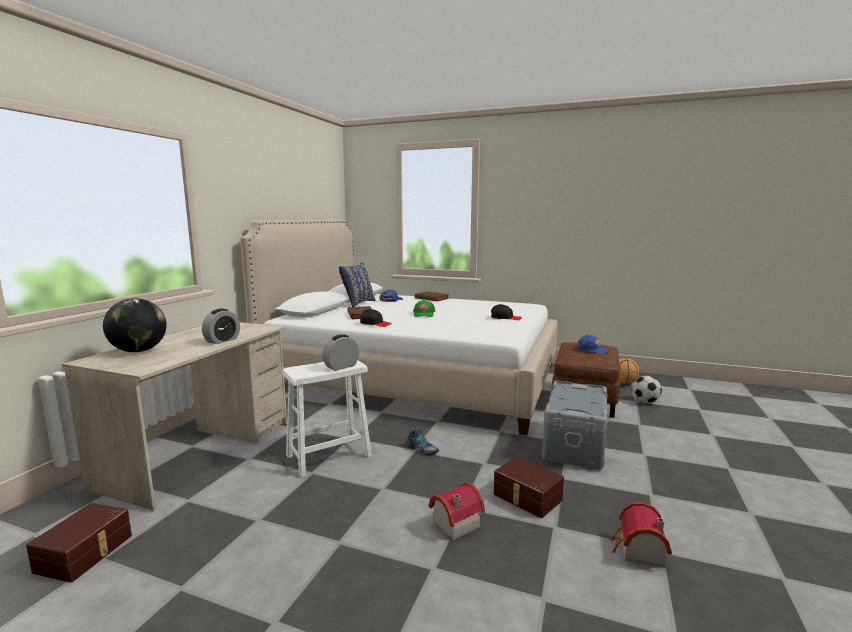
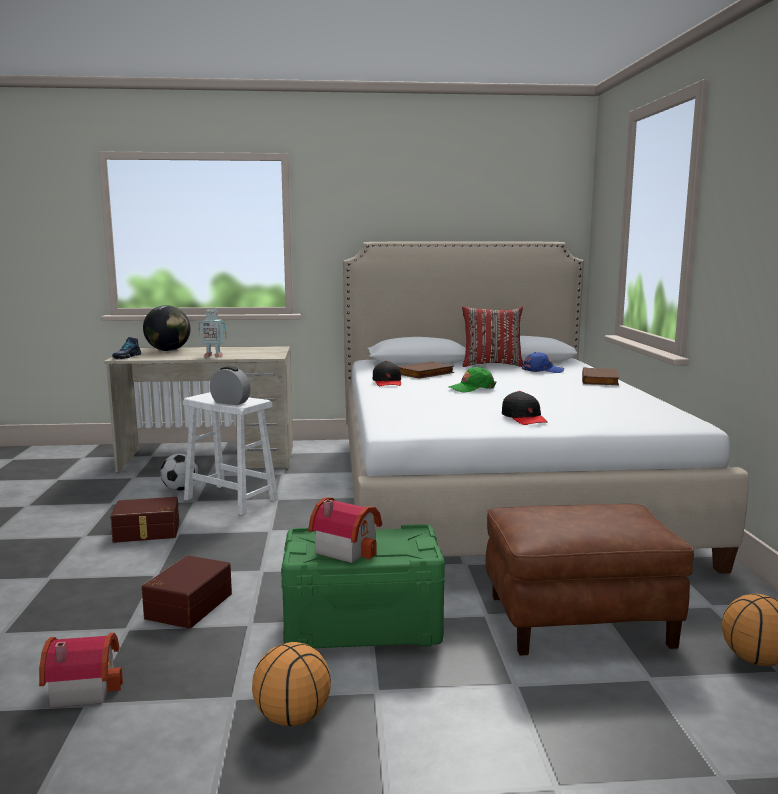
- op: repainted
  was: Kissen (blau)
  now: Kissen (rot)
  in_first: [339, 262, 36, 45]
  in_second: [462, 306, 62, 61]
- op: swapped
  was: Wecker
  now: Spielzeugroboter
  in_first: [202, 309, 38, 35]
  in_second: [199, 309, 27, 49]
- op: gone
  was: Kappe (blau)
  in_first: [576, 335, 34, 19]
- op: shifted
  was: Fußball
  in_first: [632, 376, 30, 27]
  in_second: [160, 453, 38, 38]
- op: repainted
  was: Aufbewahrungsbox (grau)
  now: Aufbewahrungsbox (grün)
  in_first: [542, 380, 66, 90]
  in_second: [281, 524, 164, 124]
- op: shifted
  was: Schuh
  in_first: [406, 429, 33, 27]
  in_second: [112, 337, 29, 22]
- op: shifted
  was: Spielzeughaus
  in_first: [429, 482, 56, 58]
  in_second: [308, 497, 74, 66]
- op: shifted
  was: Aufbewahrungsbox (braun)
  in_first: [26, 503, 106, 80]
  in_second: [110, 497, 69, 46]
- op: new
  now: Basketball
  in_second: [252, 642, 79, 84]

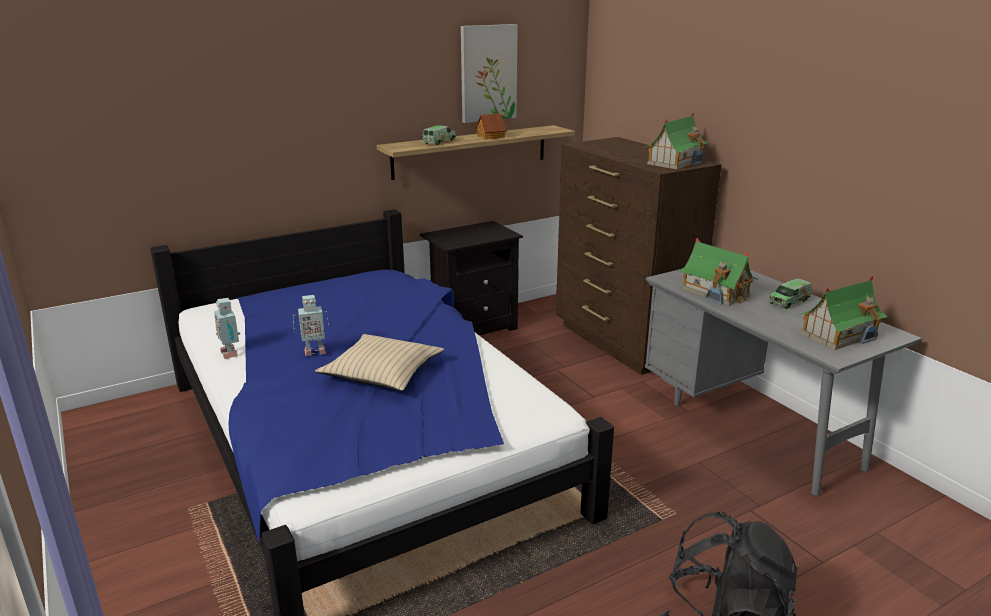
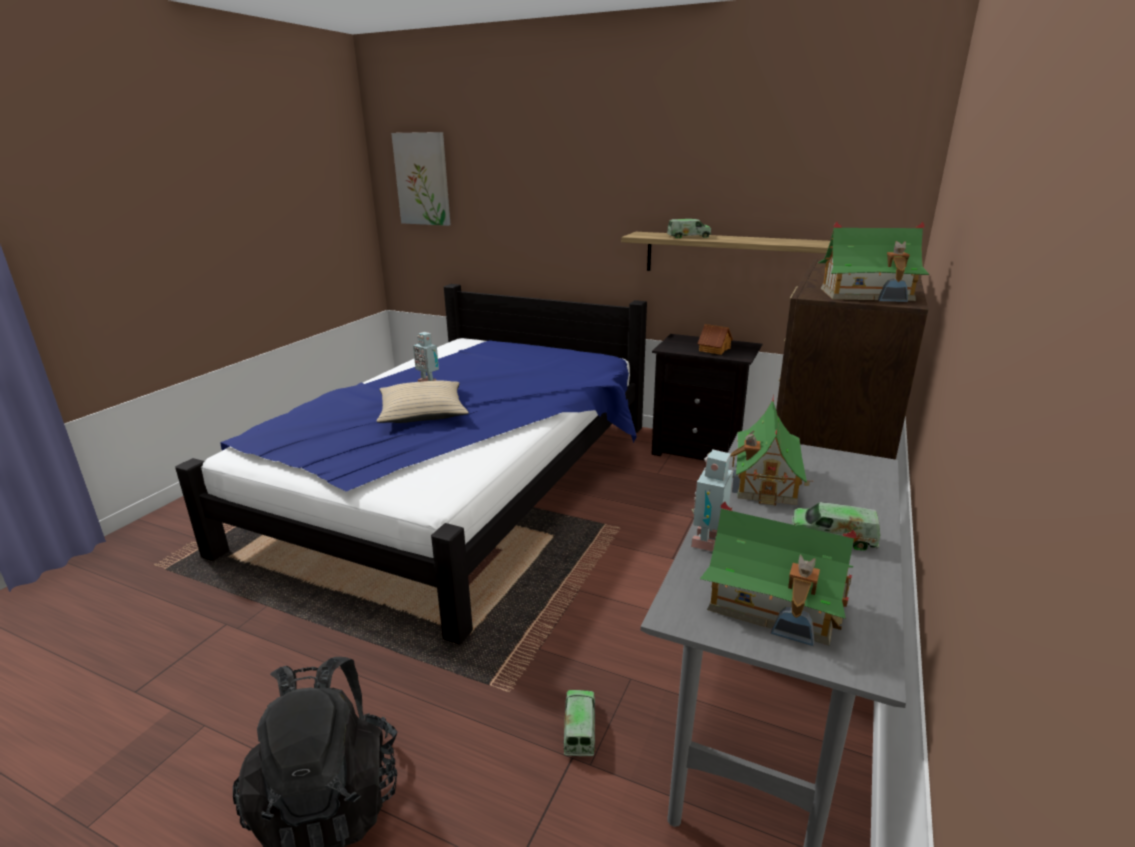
- op: shifted
  was: Bild
  in_first: [461, 24, 57, 99]
  in_second: [391, 132, 60, 94]
- op: shifted
  was: Spielzeughaus
  in_first: [476, 113, 31, 27]
  in_second: [697, 324, 36, 31]
- op: shifted
  was: Spielzeugroboter
  in_first: [214, 298, 26, 61]
  in_second: [691, 449, 42, 103]
- op: new
  now: Spielzeuglaster
  in_second: [564, 690, 31, 66]

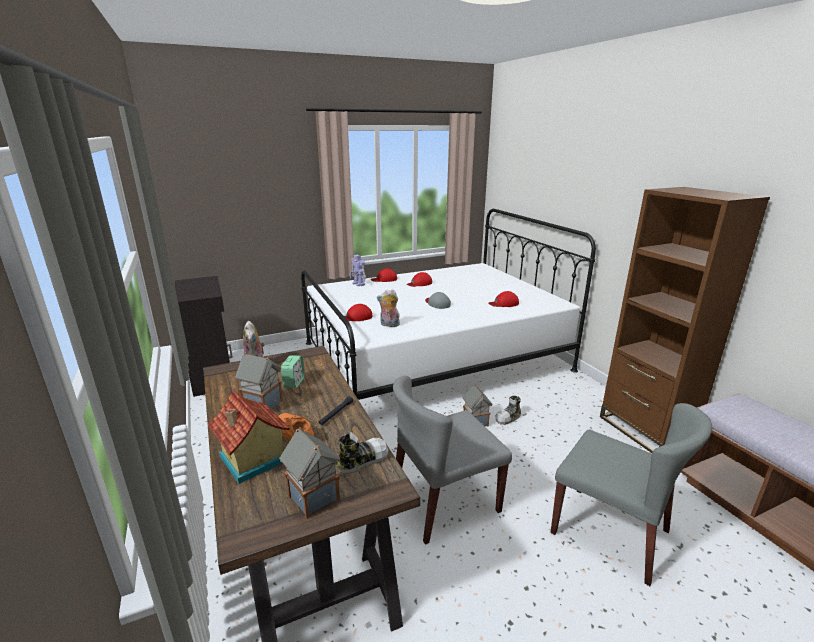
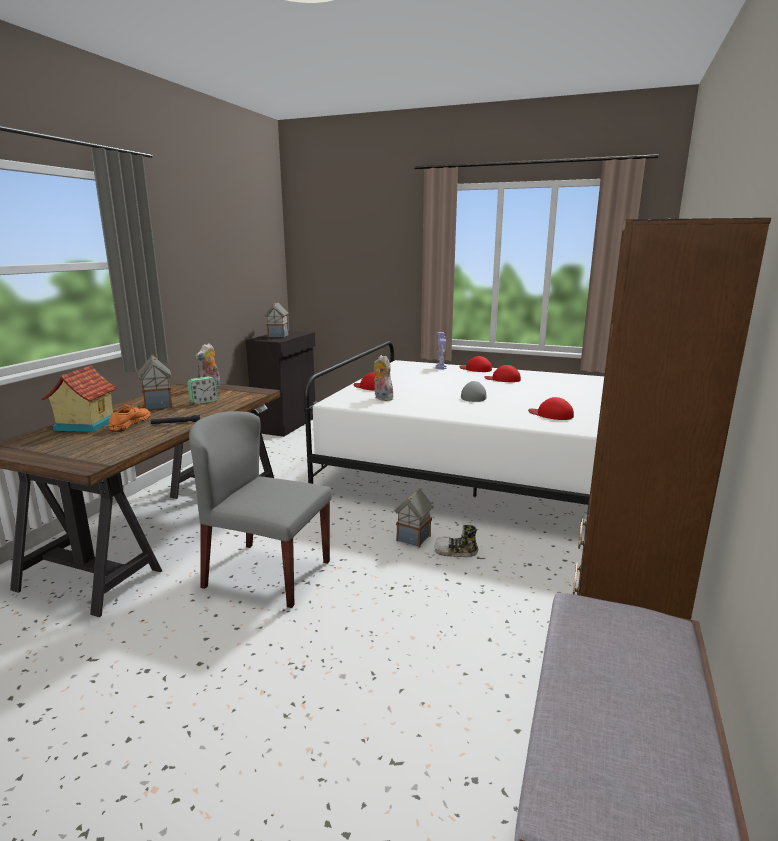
- op: gone
  was: Stuhl (grau)
  in_first: [551, 403, 161, 183]
- op: shifted
  was: Spielzeughaus
  in_first: [279, 428, 61, 91]
  in_second: [265, 302, 24, 36]
- op: gone
  was: Schuh
  in_first: [337, 432, 52, 42]

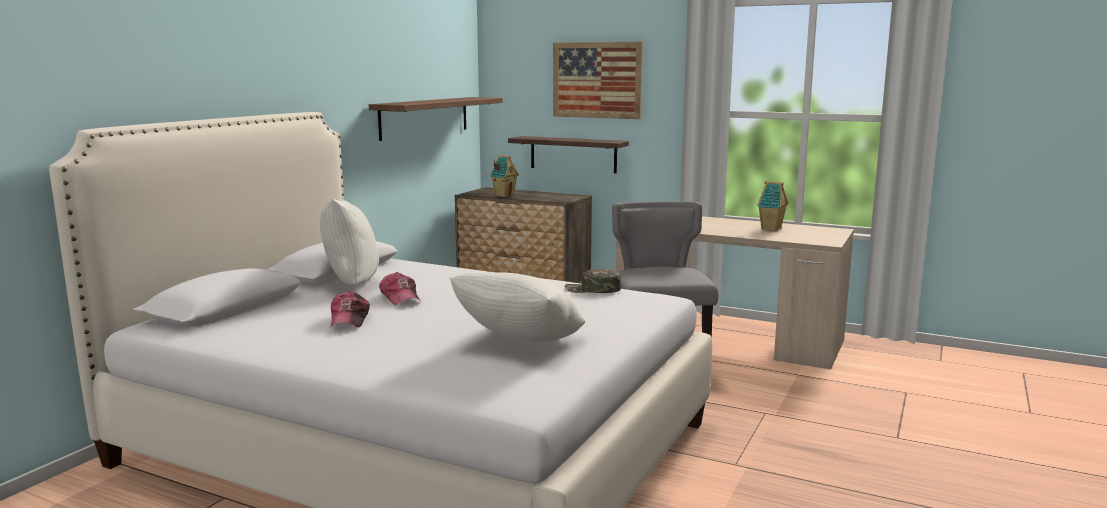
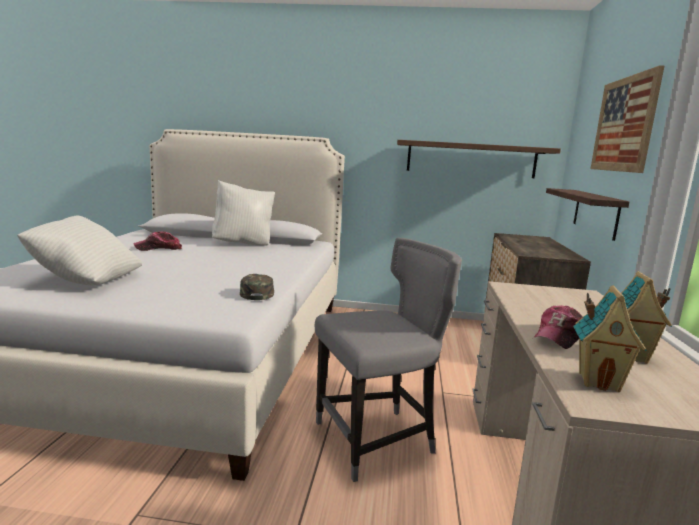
- op: shifted
  was: Spielzeughaus
  in_first: [490, 155, 29, 42]
  in_second: [573, 285, 74, 107]
- op: shifted
  was: Kappe
  in_first: [379, 272, 42, 33]
  in_second: [533, 305, 50, 44]

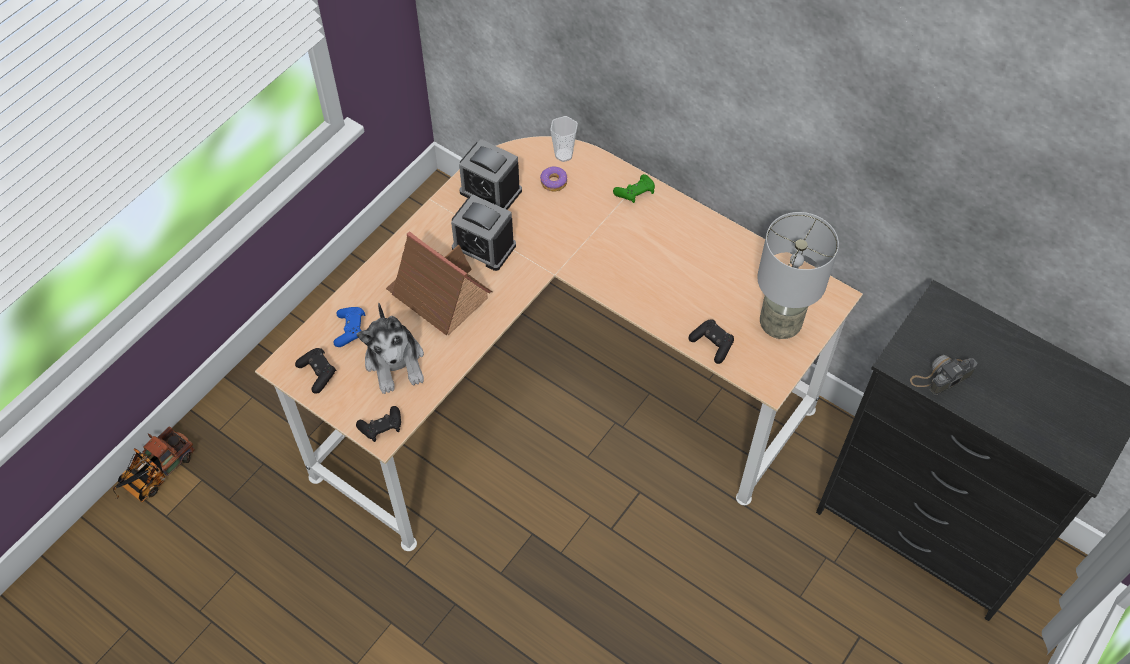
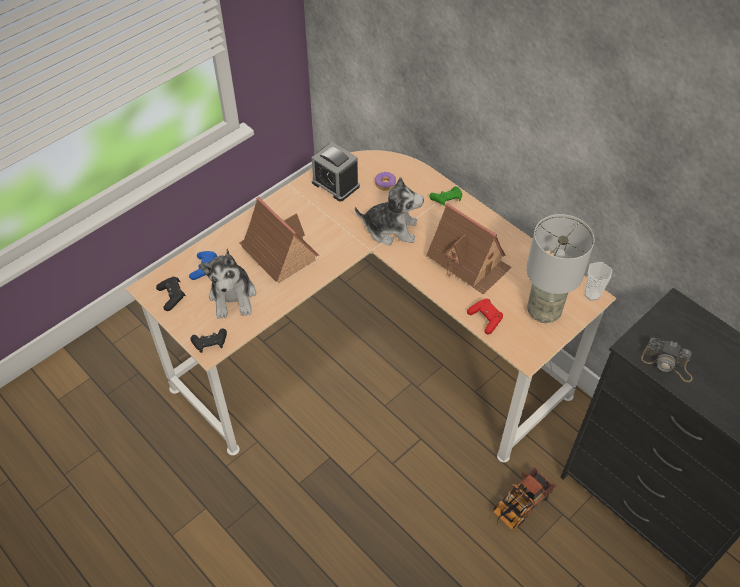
- op: shifted
  was: Tasse
  in_first: [550, 116, 28, 46]
  in_second: [584, 262, 28, 39]
- op: gone
  was: Wecker
  in_first: [451, 194, 65, 77]
- op: repainted
  was: Gamepad (schwarz)
  now: Gamepad (rot)
  in_first: [689, 319, 45, 45]
  in_second: [467, 299, 36, 35]
- op: rotated
  was: Kamera
  in_first: [910, 355, 67, 40]
  in_second: [641, 338, 52, 44]
  clockwise: -135
- op: shifted
  was: Spielzeuglaster
  in_first: [113, 426, 82, 76]
  in_second: [493, 467, 63, 63]
- op: new
  now: Plüschtier
  in_second: [355, 177, 69, 68]
- op: new
  now: Spielzeughaus
  in_second: [426, 203, 86, 92]

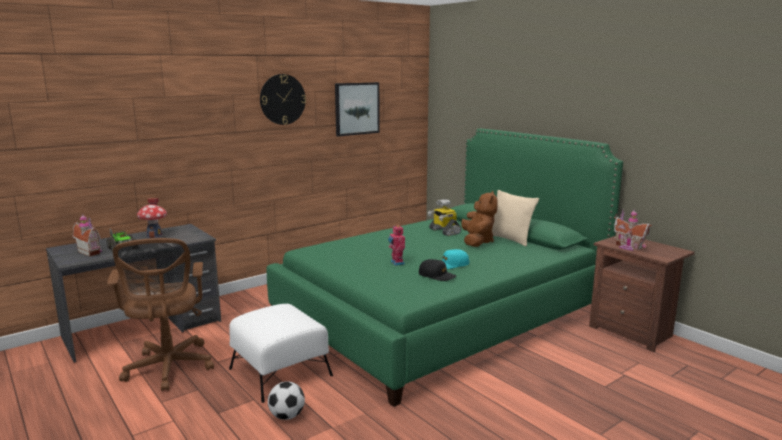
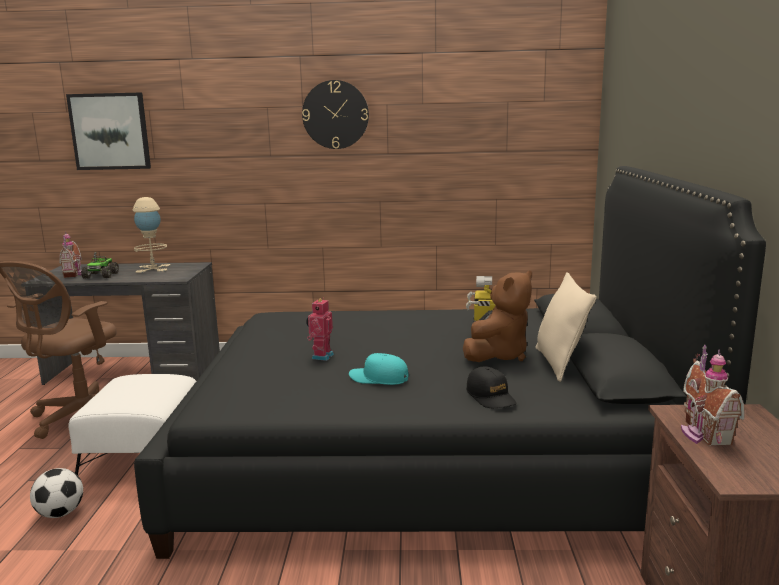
- op: shifted
  was: Bild
  in_first: [335, 82, 45, 55]
  in_second: [66, 93, 85, 77]
- op: repainted
  was: Bett (grün)
  now: Bett (schwarz)
  in_first: [266, 129, 357, 278]
  in_second: [134, 166, 632, 393]
- op: swapped
  was: Spielzeughaus
  now: Tischlampe (beige)
  in_first: [137, 198, 30, 40]
  in_second: [132, 197, 39, 76]
- op: shifted
  was: Kappe (schwarz)
  in_first: [419, 259, 37, 22]
  in_second: [466, 366, 50, 42]

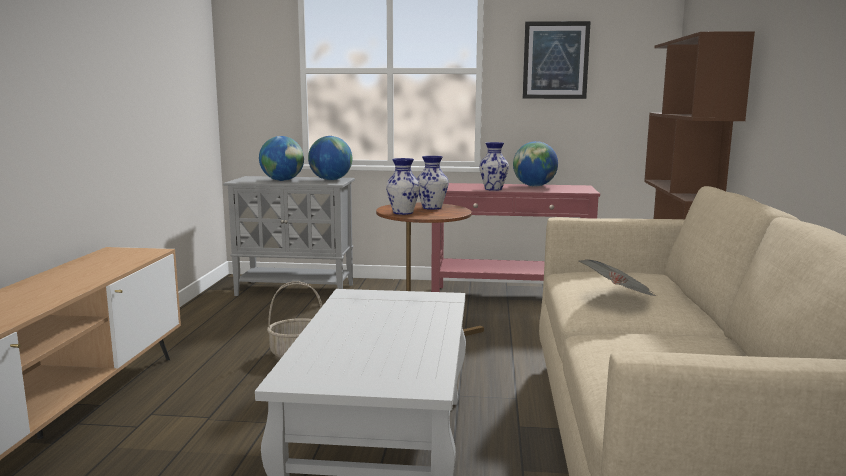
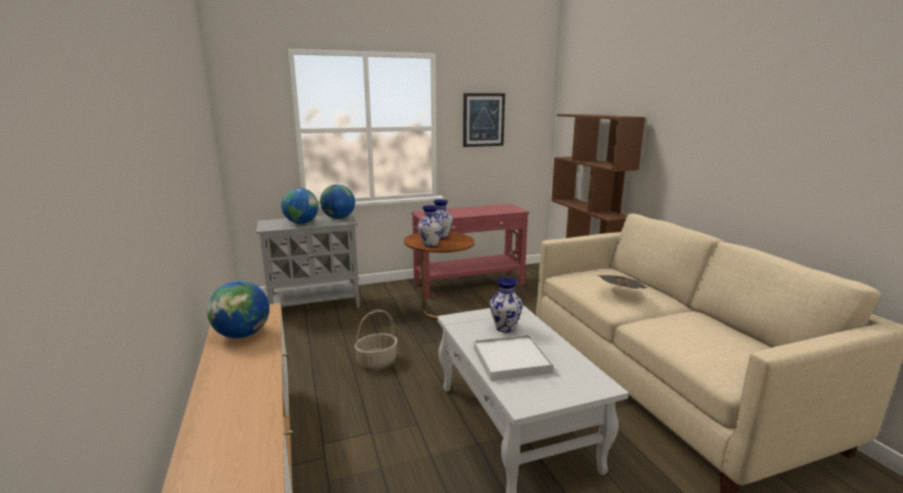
- op: shifted
  was: Globus
  in_first: [513, 141, 45, 45]
  in_second: [207, 281, 62, 57]
- op: shifted
  was: Vase
  in_first: [479, 142, 30, 49]
  in_second: [490, 277, 33, 56]
- op: new
  now: Tablett (weiß)
  in_second: [474, 334, 80, 47]

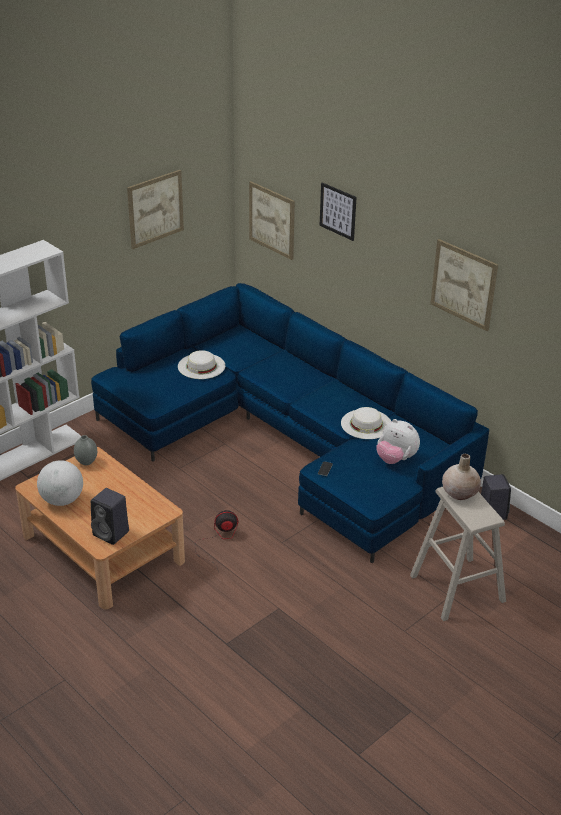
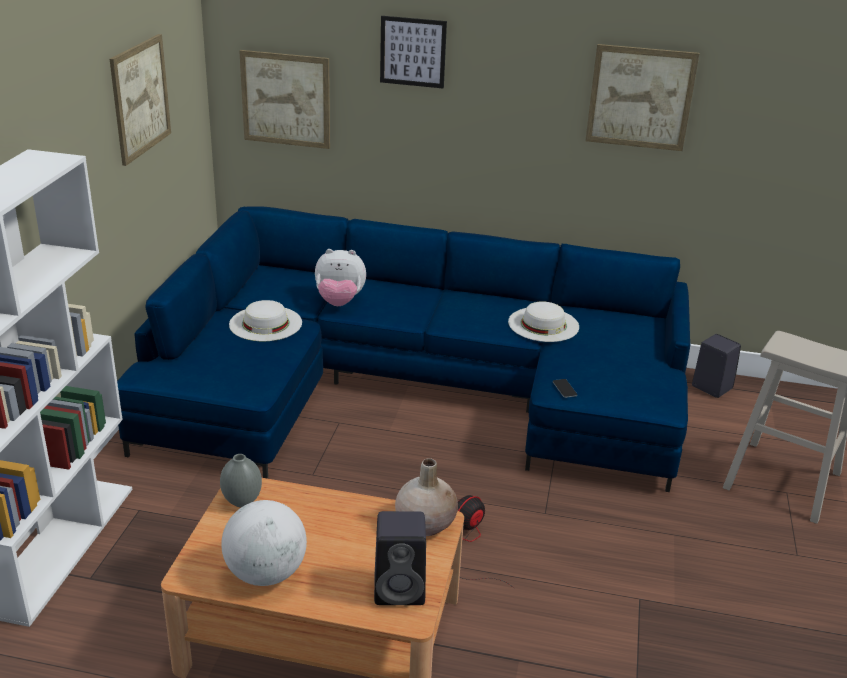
- op: shifted
  was: Plüschtier
  in_first: [376, 419, 44, 45]
  in_second: [315, 249, 51, 57]
- op: shifted
  was: Vase (beige)
  in_first: [442, 454, 39, 46]
  in_second: [395, 458, 63, 78]

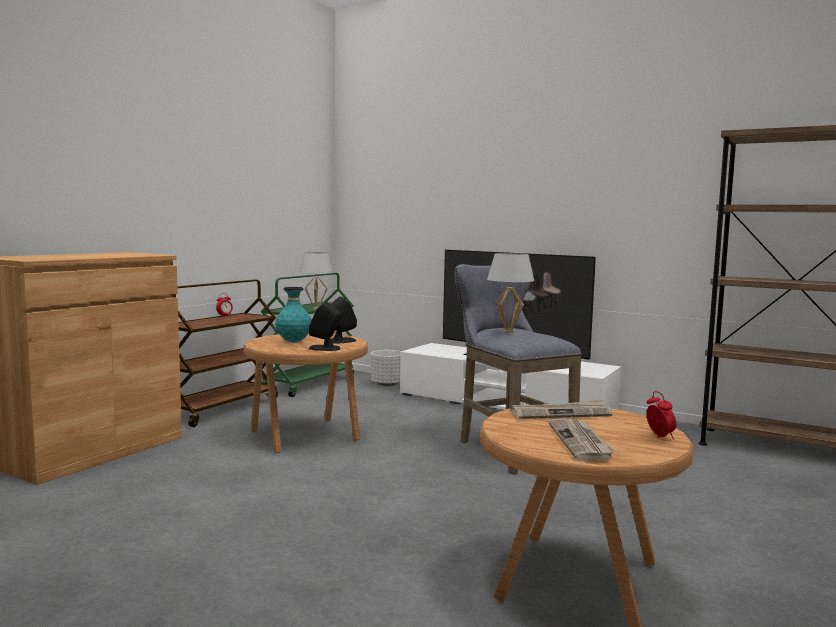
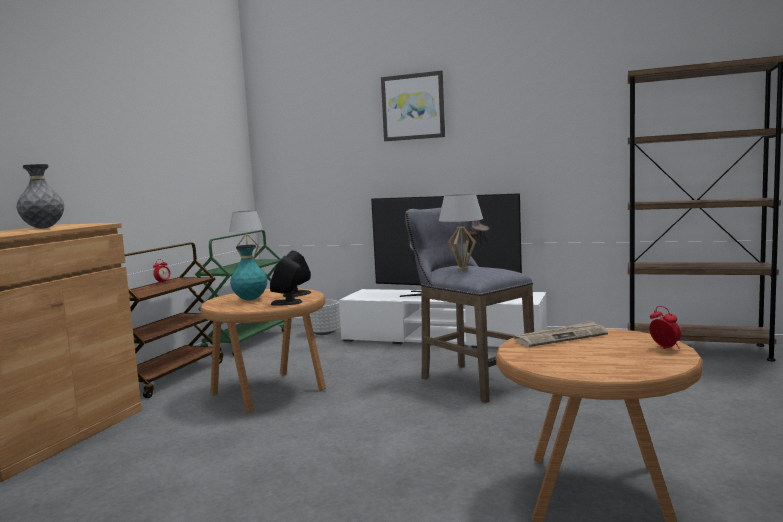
- op: gone
  was: Zeitung
  in_first: [548, 418, 67, 43]
- op: new
  now: Bild
  in_second: [381, 71, 64, 70]
- op: new
  now: Vase (grau)
  in_second: [16, 164, 48, 64]

